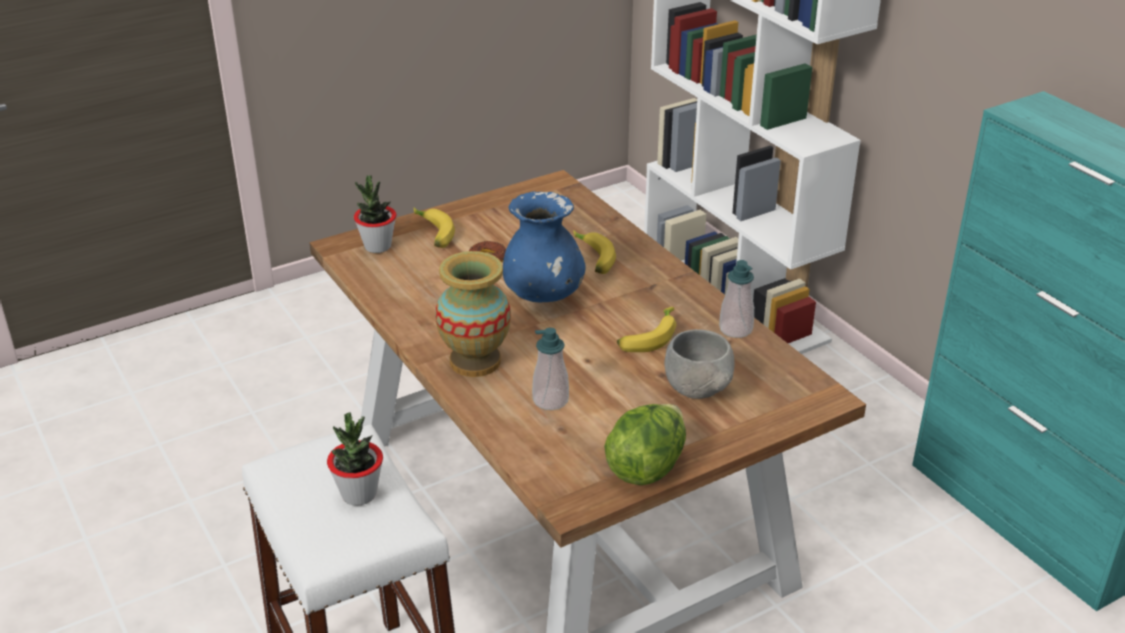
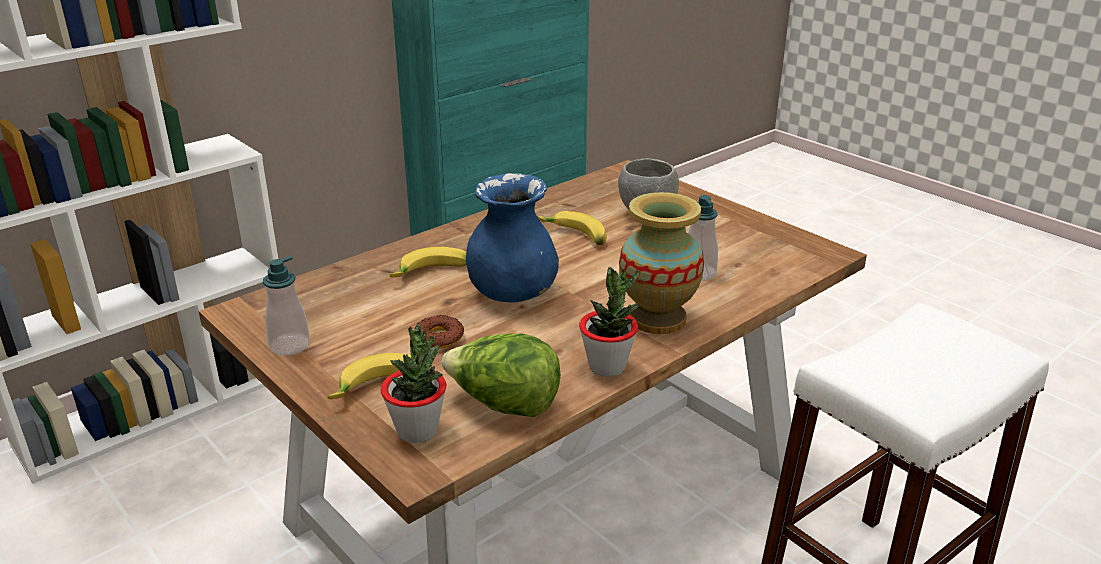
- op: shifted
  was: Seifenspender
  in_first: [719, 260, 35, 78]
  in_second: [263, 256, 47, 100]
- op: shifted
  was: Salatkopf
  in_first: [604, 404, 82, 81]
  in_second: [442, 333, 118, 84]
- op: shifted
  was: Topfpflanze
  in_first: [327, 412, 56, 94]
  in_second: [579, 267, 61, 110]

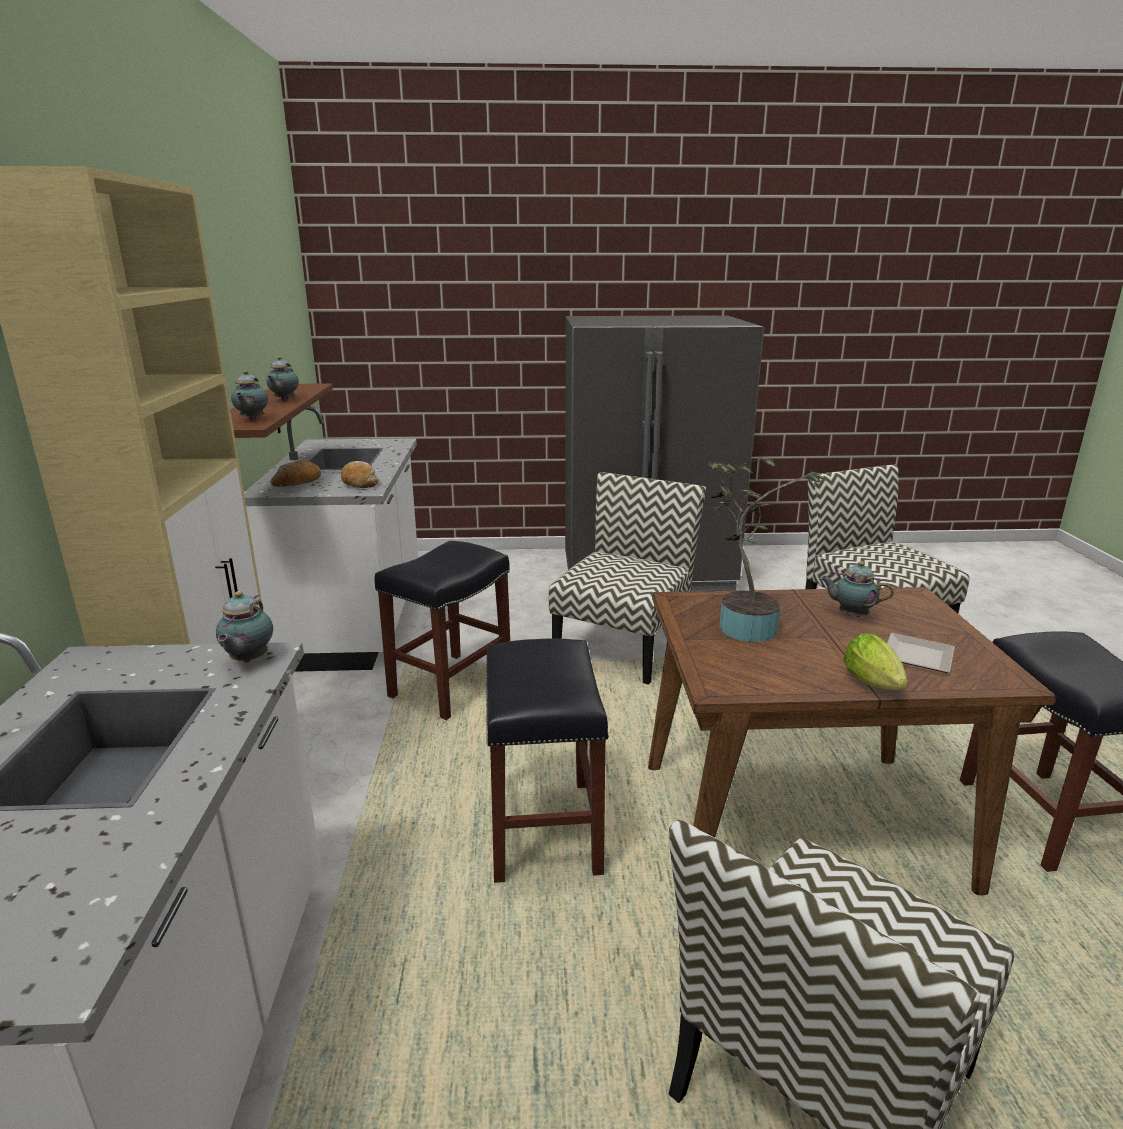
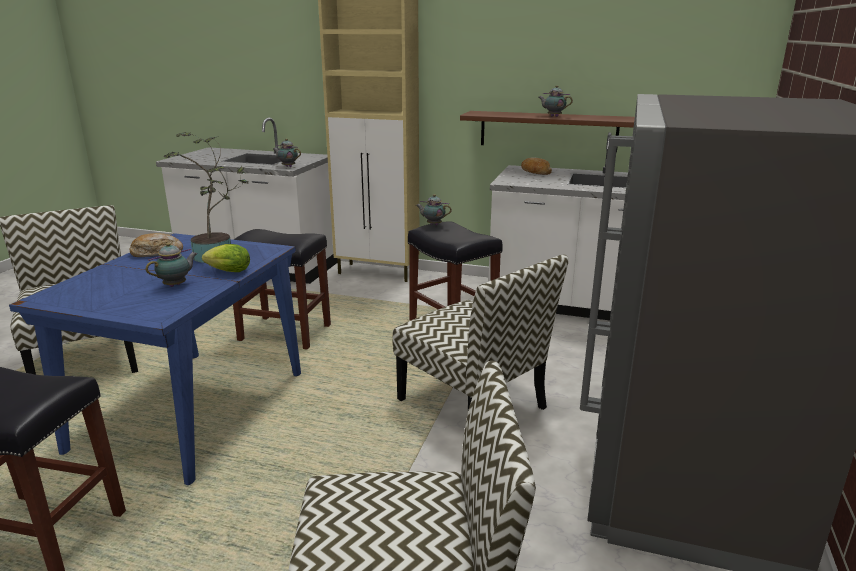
- op: shifted
  was: Teekanne
  in_first: [231, 371, 37, 50]
  in_second: [416, 194, 36, 31]
- op: shifted
  was: Brot
  in_first: [341, 461, 38, 27]
  in_second: [130, 233, 53, 24]
- op: repainted
  was: Esstisch (braun)
  now: Esstisch (blau)
  in_first: [648, 587, 409, 308]
  in_second: [9, 233, 292, 252]
- op: shifted
  was: Salatkopf
  in_first: [844, 633, 64, 57]
  in_second: [202, 244, 48, 28]
- op: gone
  was: Teller
  in_first: [887, 633, 68, 40]

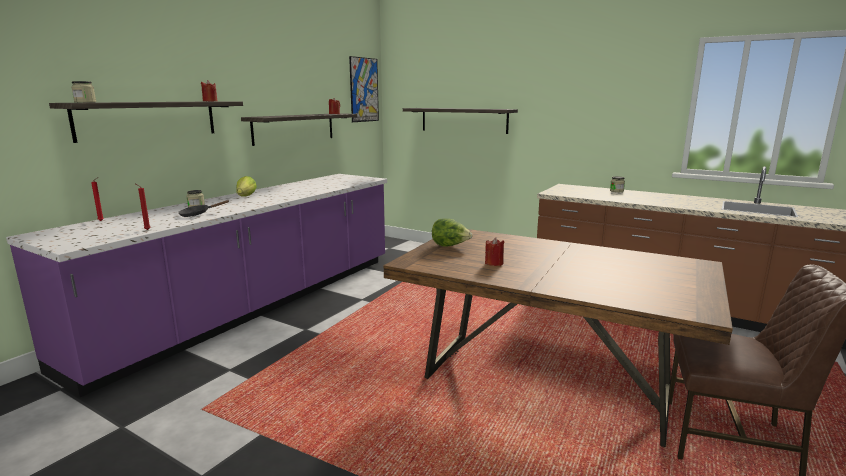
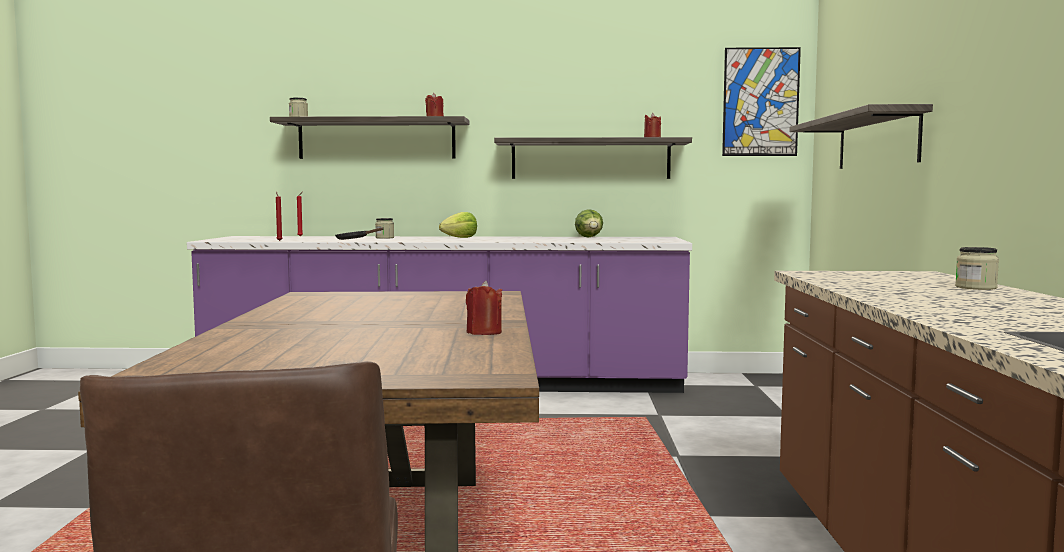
- op: shifted
  was: Salatkopf
  in_first: [432, 218, 41, 29]
  in_second: [575, 209, 28, 28]
- op: shifted
  was: Kerze (rot)
  in_first: [485, 237, 20, 29]
  in_second: [466, 281, 36, 54]

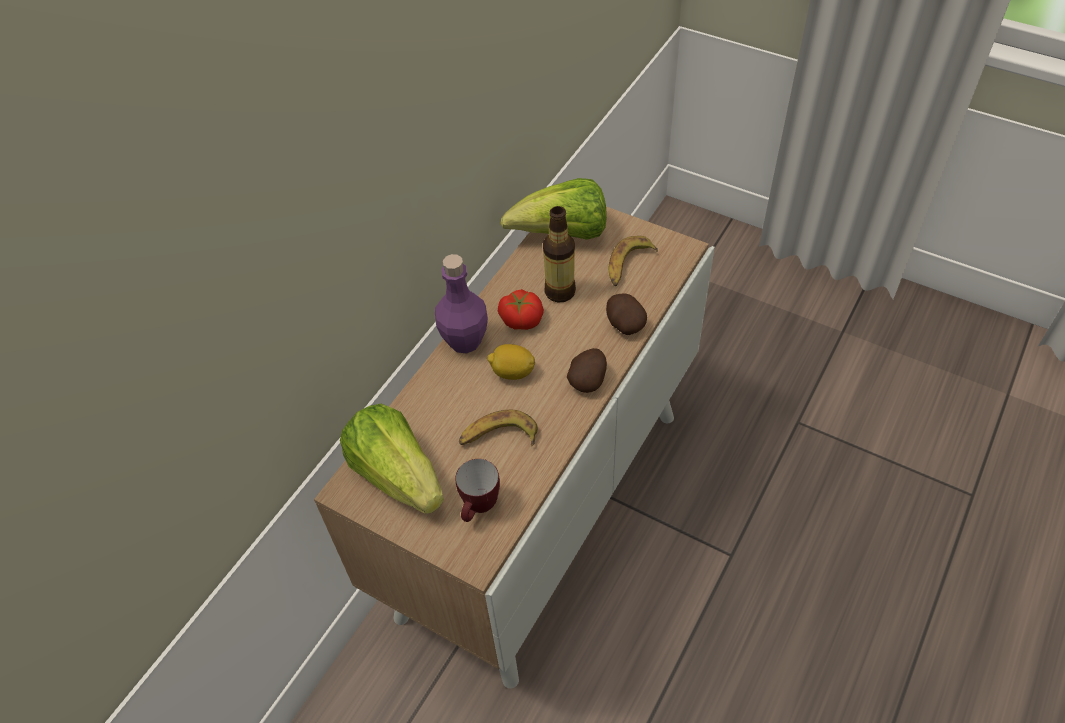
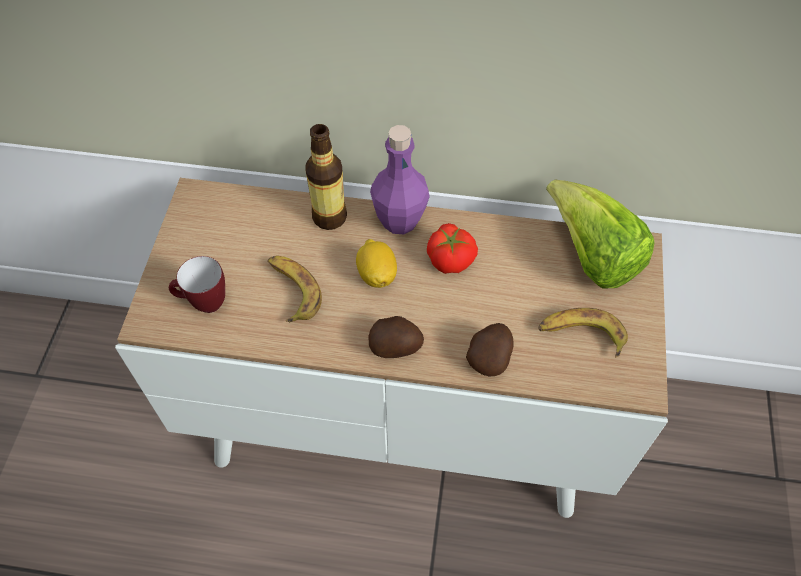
- op: shifted
  was: Flasche
  in_first: [543, 206, 33, 97]
  in_second: [305, 124, 42, 106]
- op: gone
  was: Salatkopf
  in_first: [340, 404, 104, 110]

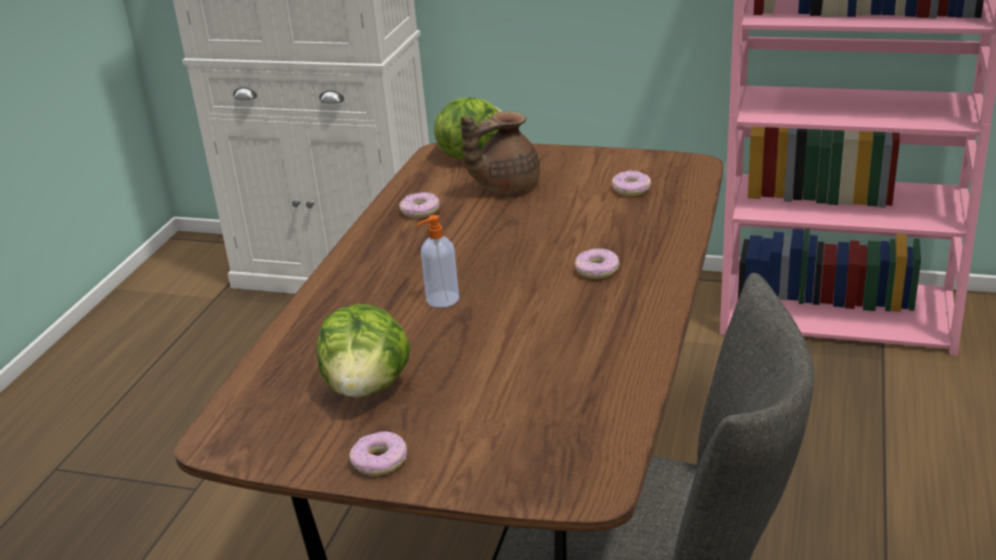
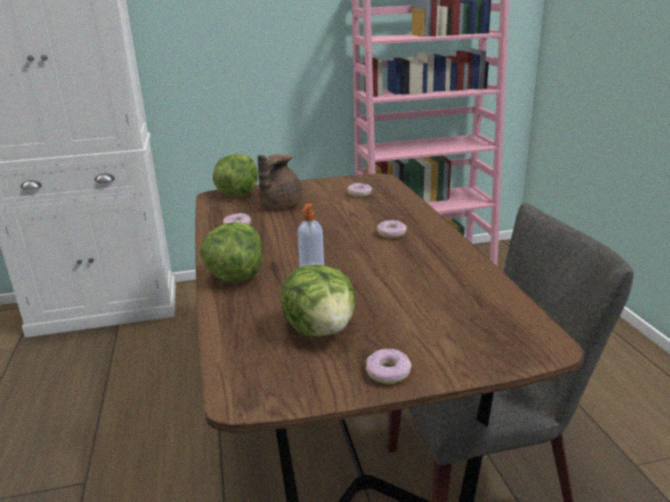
- op: new
  now: Salatkopf
  in_second: [200, 222, 62, 60]

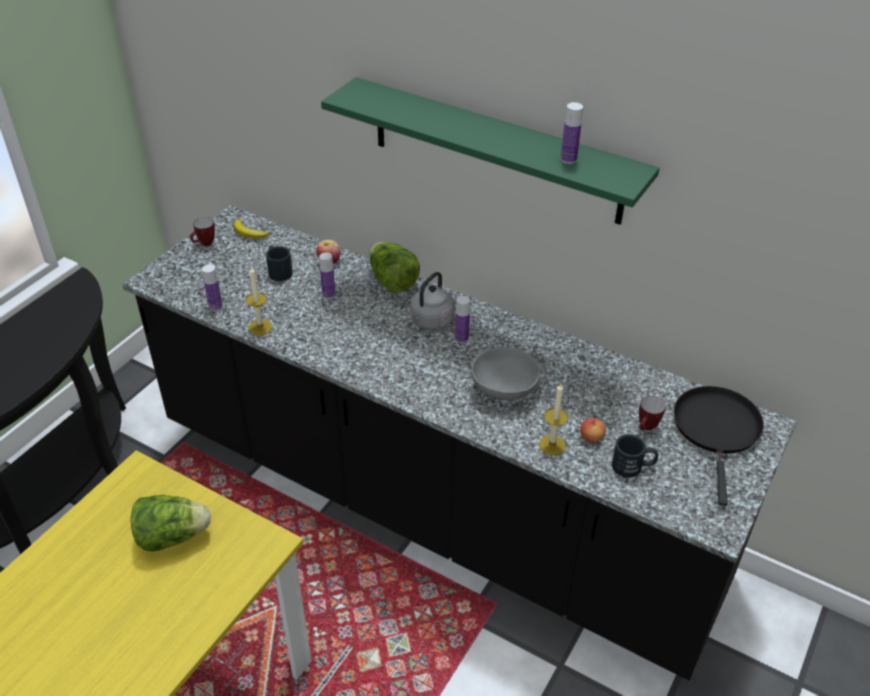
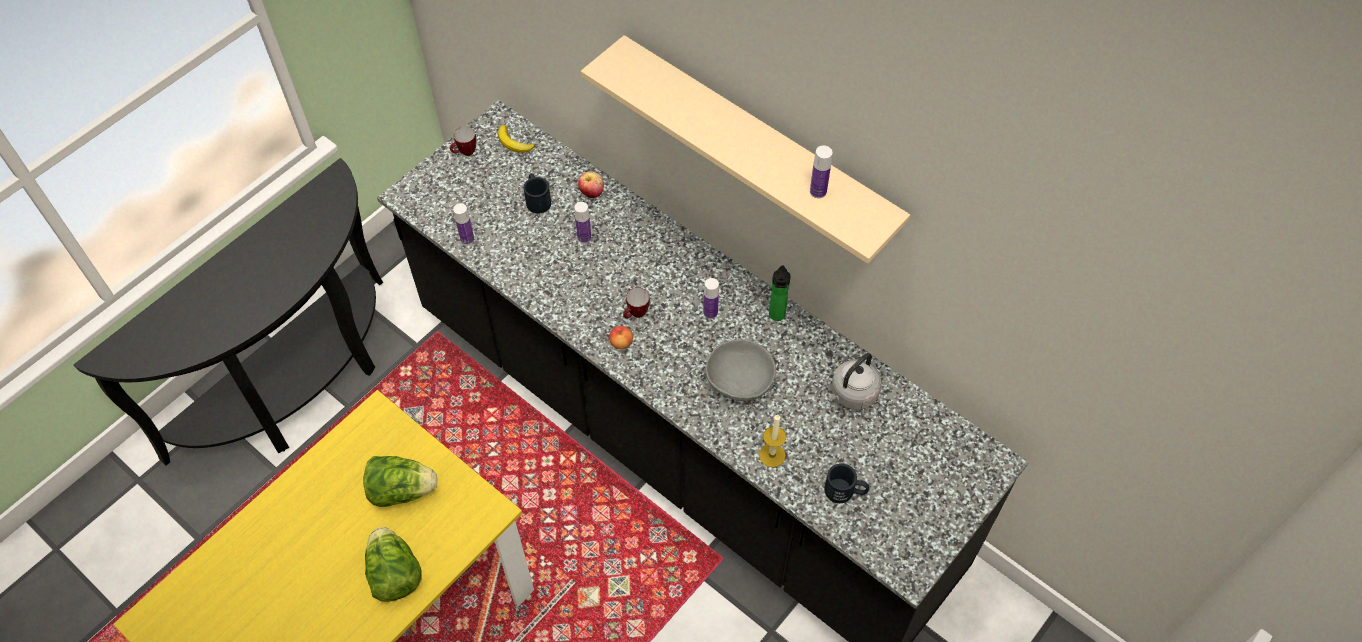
- op: repainted
  was: Wandregal (grün)
  now: Wandregal (beige)
  in_first: [321, 77, 339, 148]
  in_second: [581, 35, 329, 229]
- op: shifted
  was: Salatkopf
  in_first: [369, 242, 51, 51]
  in_second: [365, 527, 57, 75]
- op: gone
  was: Kerze
  in_first: [246, 267, 26, 68]
- op: shifted
  was: Wasserkessel (grau)
  in_first: [407, 272, 48, 58]
  in_second: [827, 353, 55, 57]
- op: gone
  was: Pfanne (schwarz)
  in_first: [674, 386, 90, 120]
- op: shifted
  was: Henkelbecher
  in_first: [639, 396, 27, 34]
  in_second: [623, 287, 27, 32]
- op: shifted
  was: Apfel
  in_first: [580, 418, 26, 25]
  in_second: [609, 326, 24, 23]
- op: new
  now: Flasche
  in_second: [769, 266, 22, 55]

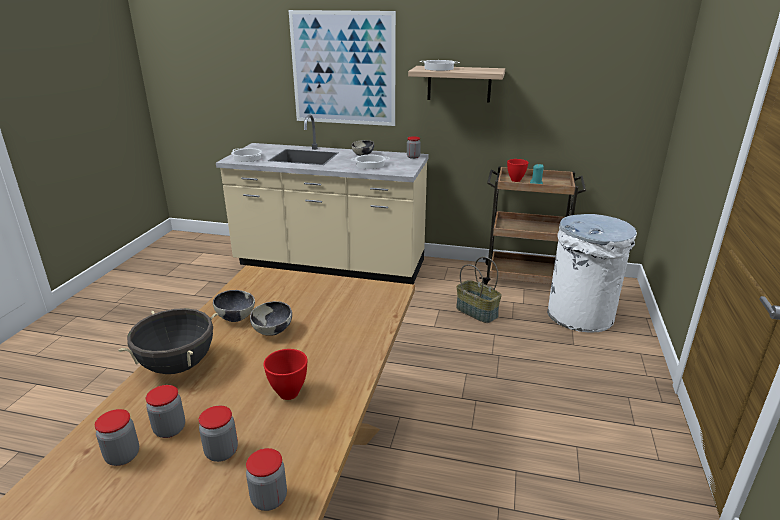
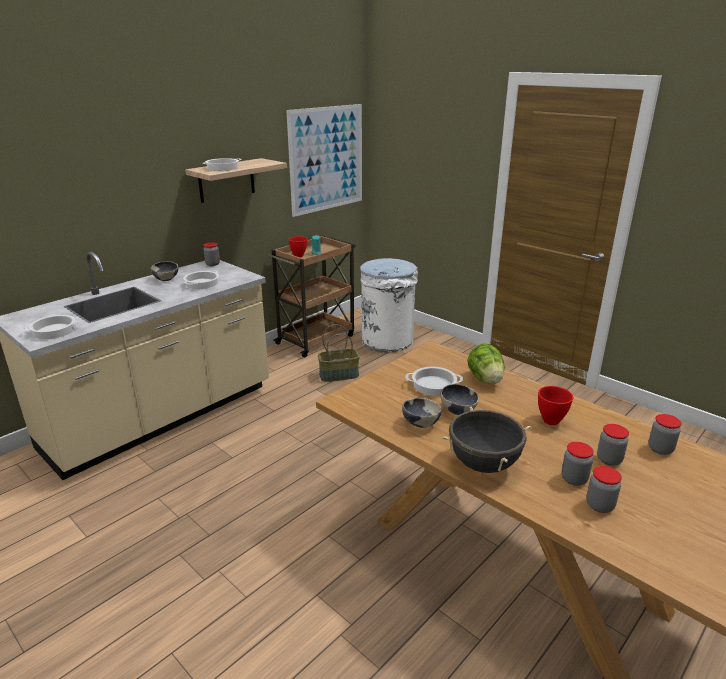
- op: shifted
  was: Bild
  in_first: [289, 10, 107, 116]
  in_second: [286, 104, 76, 113]
- op: new
  now: Salatkopf
  in_second: [467, 343, 38, 41]
- op: new
  now: Kochtopf
  in_second: [405, 367, 58, 29]

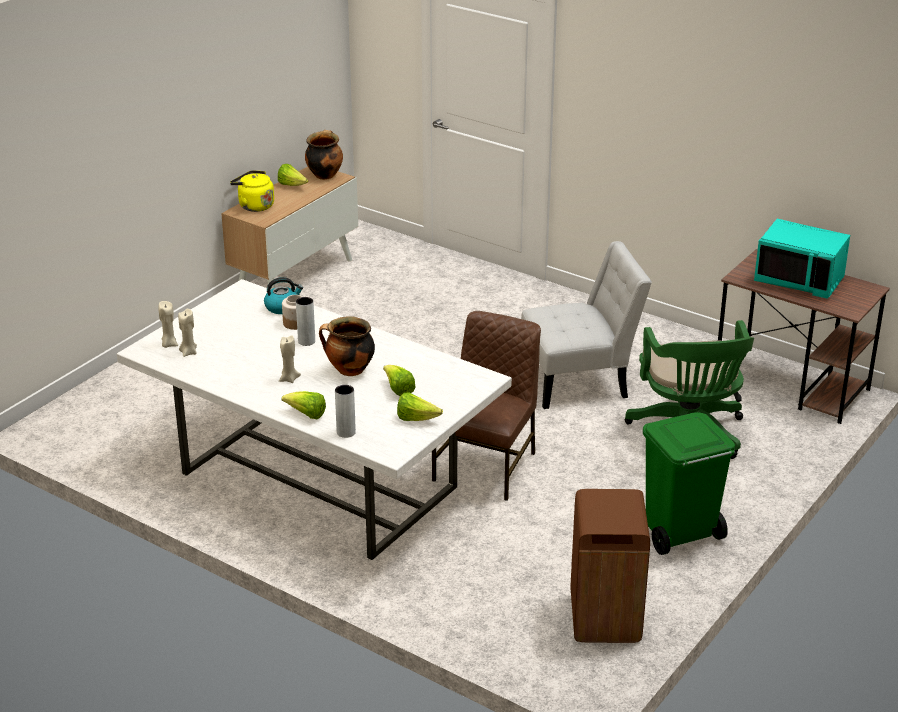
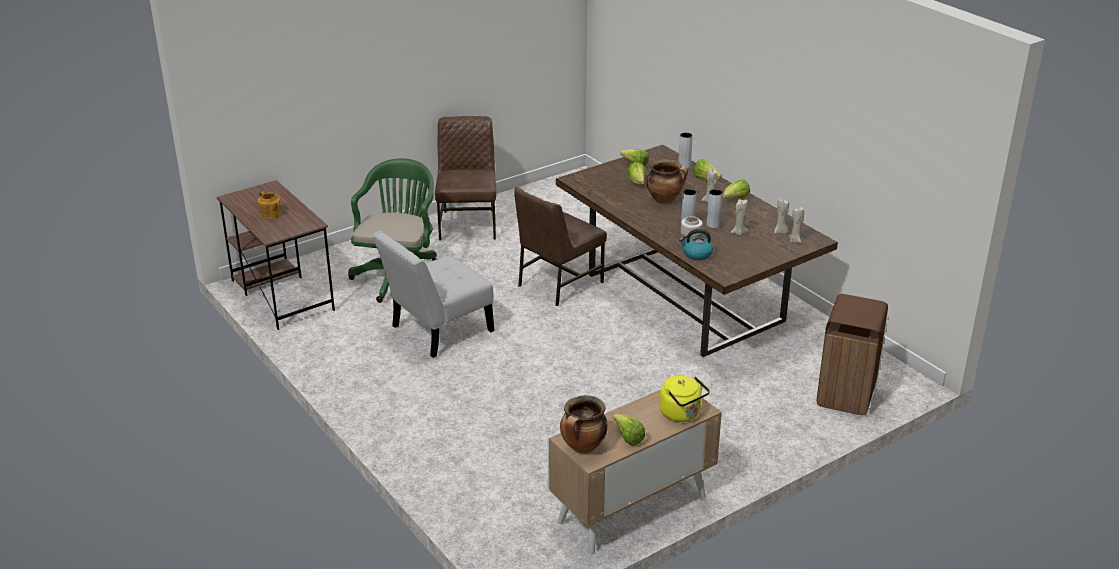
- op: swapped
  was: Mikrowelle (türkis)
  now: Teekanne
  in_first: [754, 219, 96, 80]
  in_second: [258, 190, 24, 29]
- op: rotated
  was: Stuhl (weiß)
  in_first: [521, 241, 131, 168]
  in_second: [373, 230, 121, 128]
  clockwise: -45
- op: repainted
  was: Esstisch (weiß)
  now: Esstisch (braun)
  in_first: [117, 279, 395, 281]
  in_second: [556, 145, 282, 212]
- op: swapped
  was: Mülleimer (grün)
  now: Stuhl (braun)
  in_first: [643, 412, 92, 143]
  in_second: [435, 116, 61, 124]
- op: shifted
  was: Mülleimer (braun)
  in_first: [571, 489, 79, 154]
  in_second: [817, 294, 71, 121]
- op: new
  now: Salatkopf
  in_second: [723, 179, 27, 20]
- op: new
  now: Vase (grau)
  in_second: [707, 189, 16, 39]
- op: new
  now: Kerze (beige)
  in_second: [730, 199, 19, 37]

